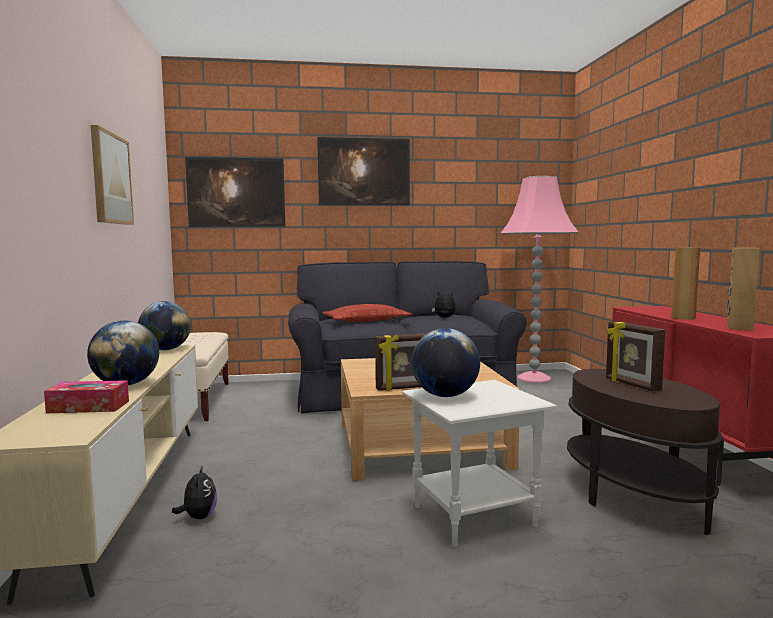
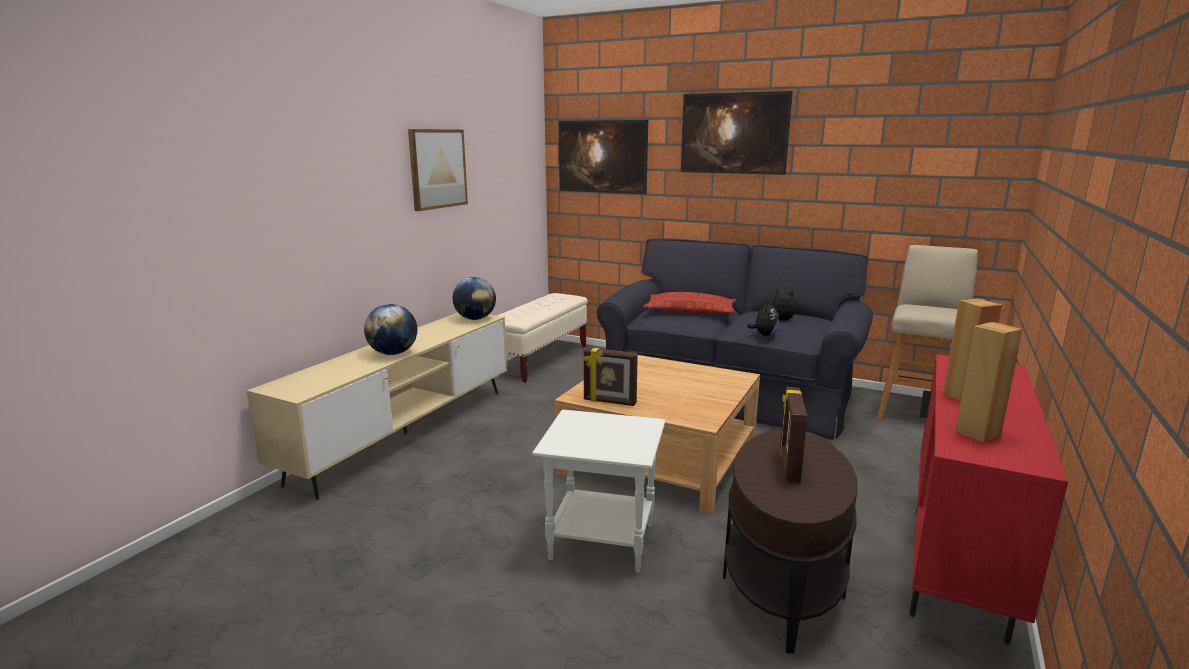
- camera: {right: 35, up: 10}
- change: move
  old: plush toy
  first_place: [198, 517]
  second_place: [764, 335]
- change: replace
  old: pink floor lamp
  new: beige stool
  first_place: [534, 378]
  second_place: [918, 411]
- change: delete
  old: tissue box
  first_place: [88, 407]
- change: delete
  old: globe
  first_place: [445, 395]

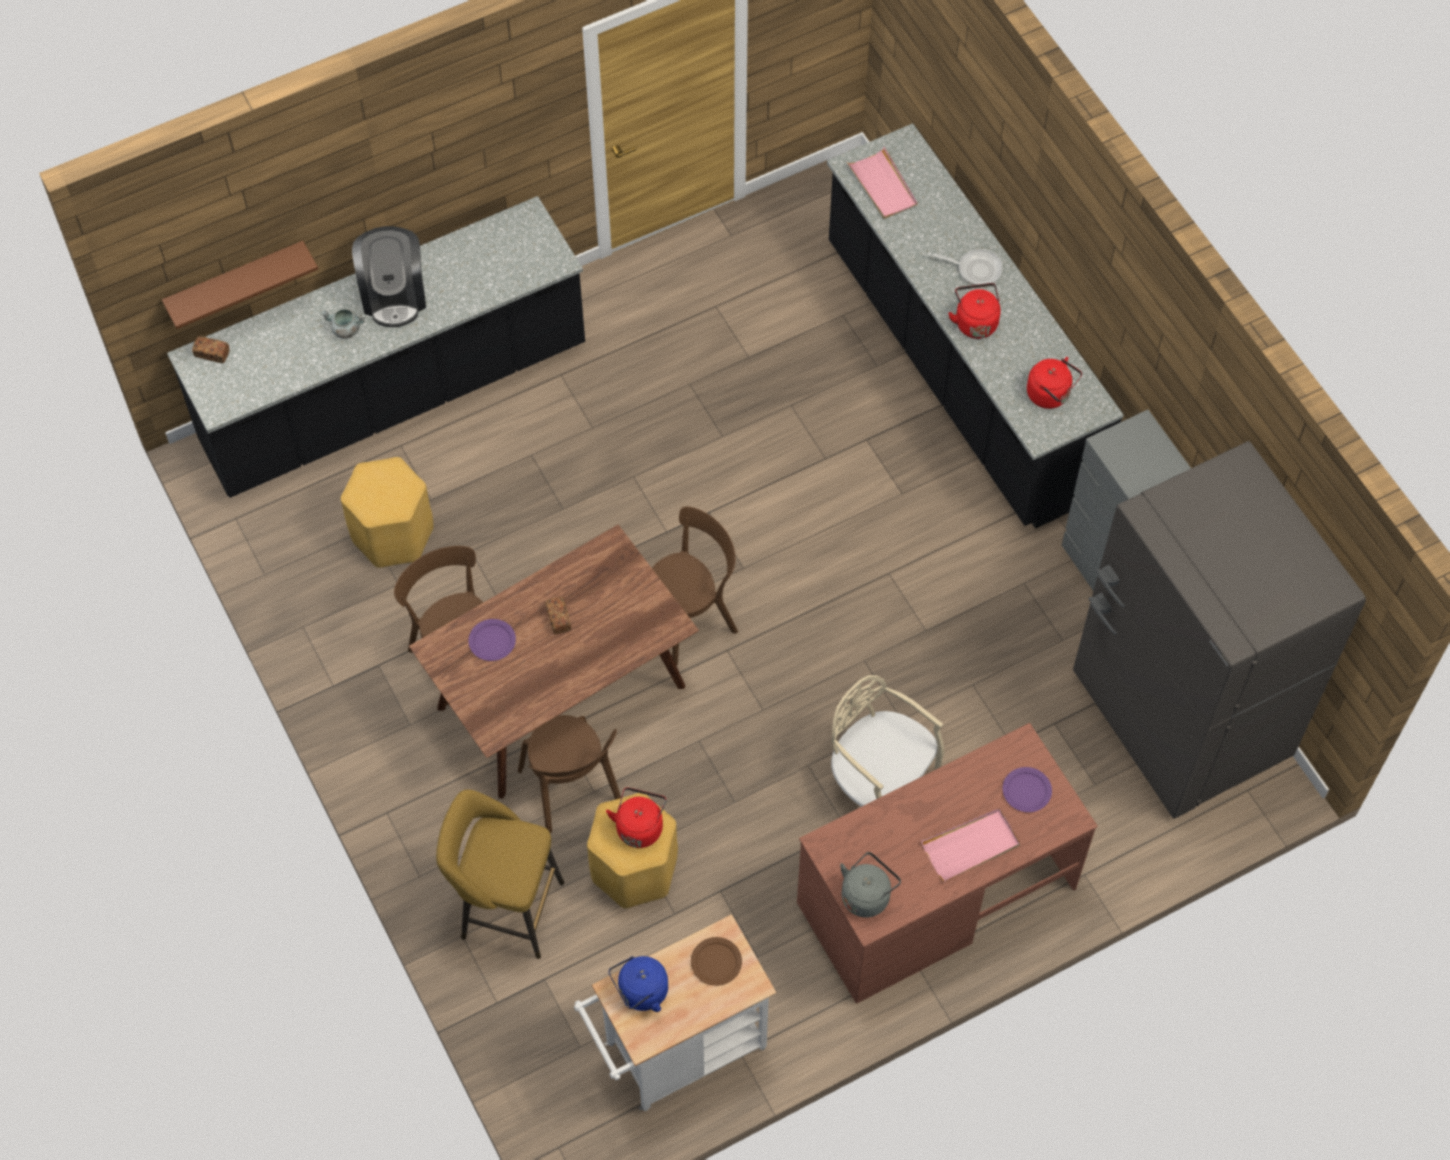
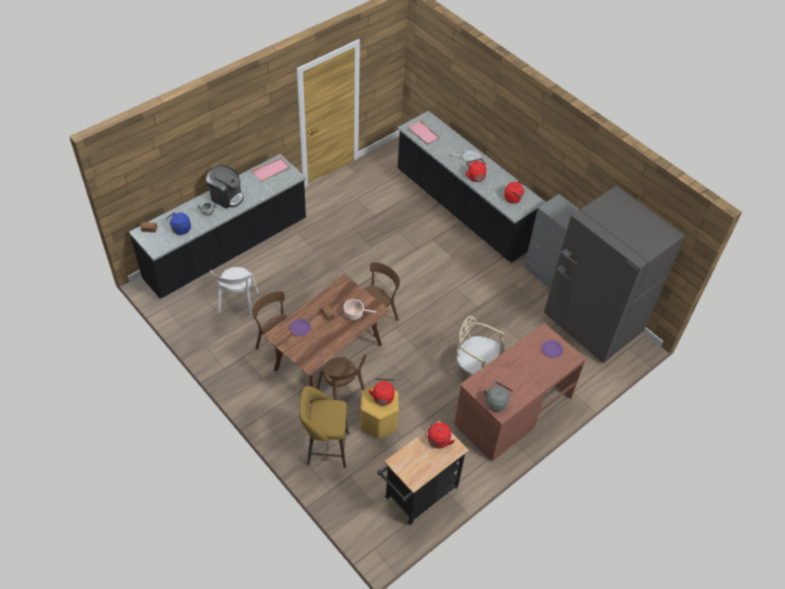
- camera: {right: -15, up: -10}
- change: move
  old: blue kettle
  first_place: [640, 993]
  second_place: [180, 230]
- change: rotate
  old: coffee machine
  first_place: [394, 295]
  second_place: [226, 197]
  degrees: -45
- change: replace
  old: yellow stool
  new: white chair
  first_place: [392, 534]
  second_place: [238, 303]
- change: move
  old: pink tray
  first_place: [971, 846]
  second_place: [271, 170]
- change: insert
  new: cooking pot
  second_place: [355, 314]
- change: recolor
  old: white cart
  new: black cart
  first_place: [676, 1051]
  second_place: [417, 496]
- change: replace
  old: brown plate
  new: red kettle
  first_place: [715, 962]
  second_place: [438, 441]
- change: delete
  old: brown shelf
  first_place: [236, 282]

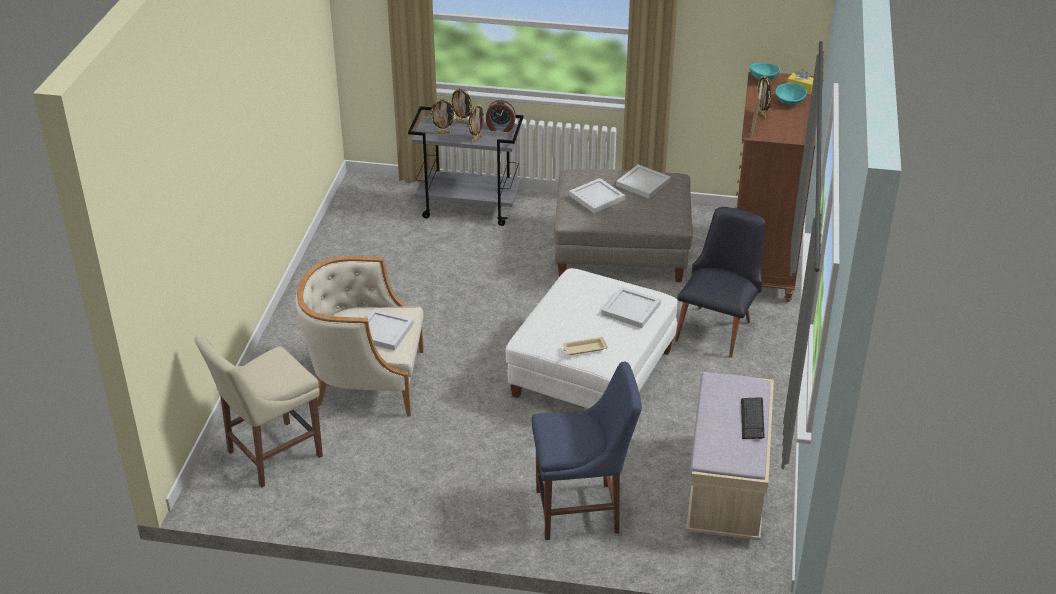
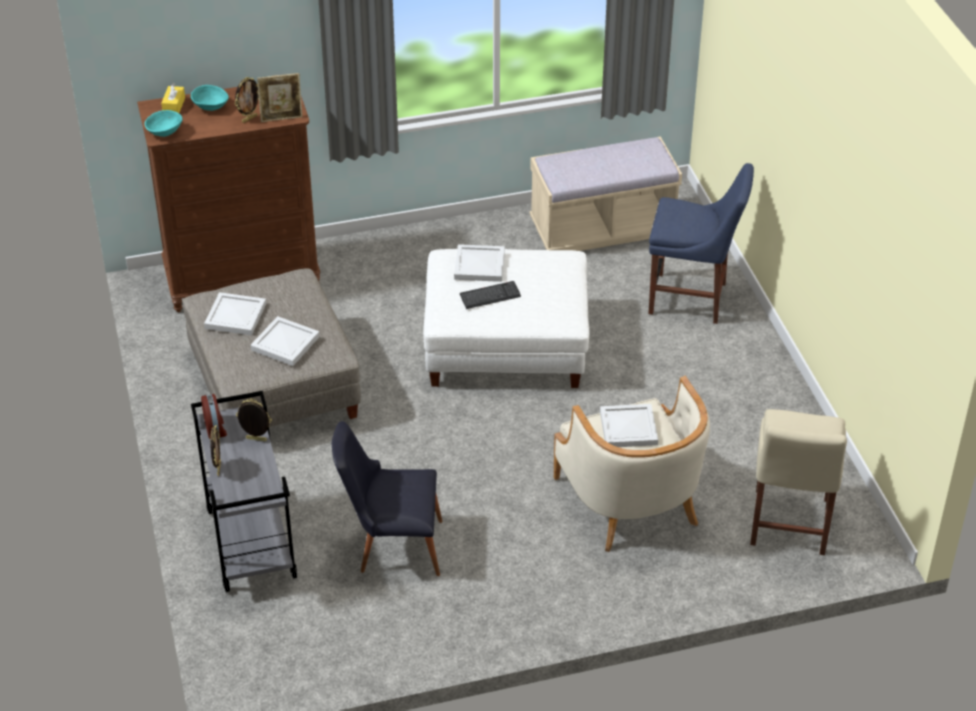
- camera: {right: -115, up: 5}
- change: move
  old: black chair
  first_place: [718, 327]
  second_place: [391, 545]
- change: move
  old: keyboard
  first_place: [752, 419]
  second_place: [490, 296]
- change: rotate
  old: blue chair
  first_place: [582, 511]
  second_place: [692, 299]
  degrees: 135
- change: rotate
  old: beige chair
  first_place: [270, 455]
  second_place: [788, 525]
  degrees: 75
- change: delete
  old: picture frame
  first_place: [443, 132]
- change: delete
  old: beige tray
  first_place: [584, 349]

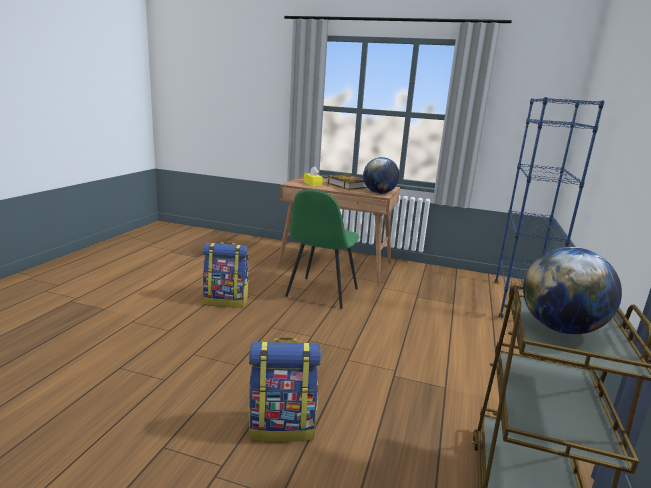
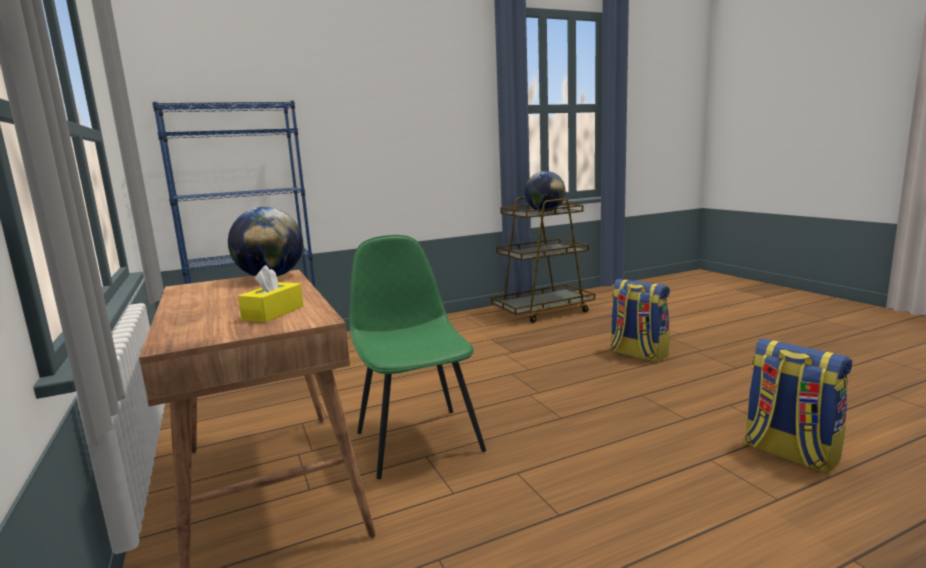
- camera: {right: -130, up: -5}
- change: rotate
  old: green chair
  first_place: [321, 293]
  second_place: [418, 440]
  degrees: -90
- change: move
  old: backpack
  first_place: [226, 301]
  second_place: [789, 453]
- change: delete
  old: book
  first_place: [347, 185]

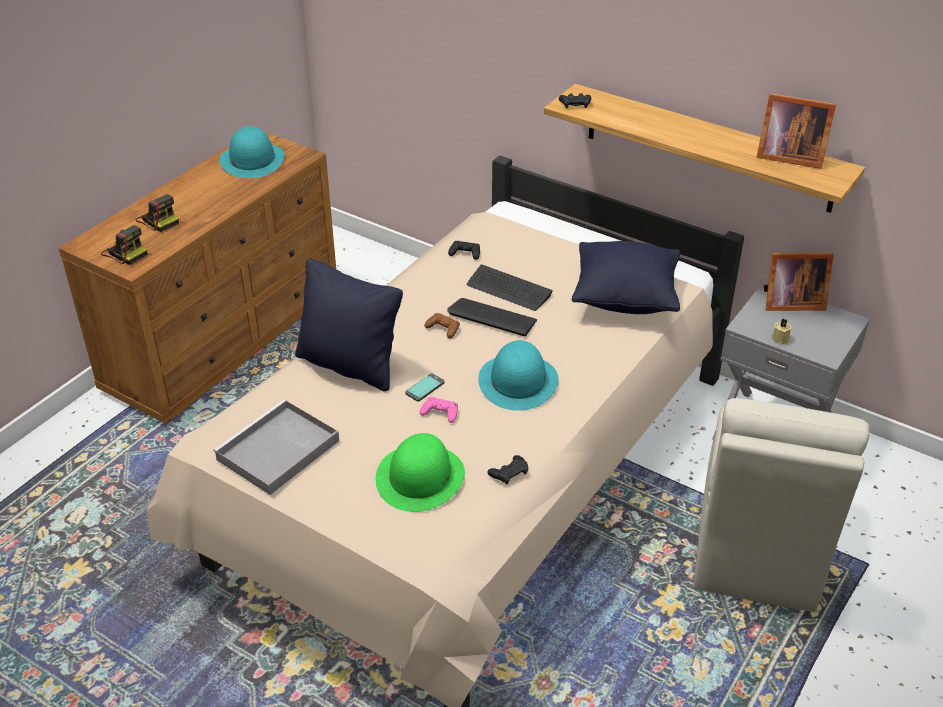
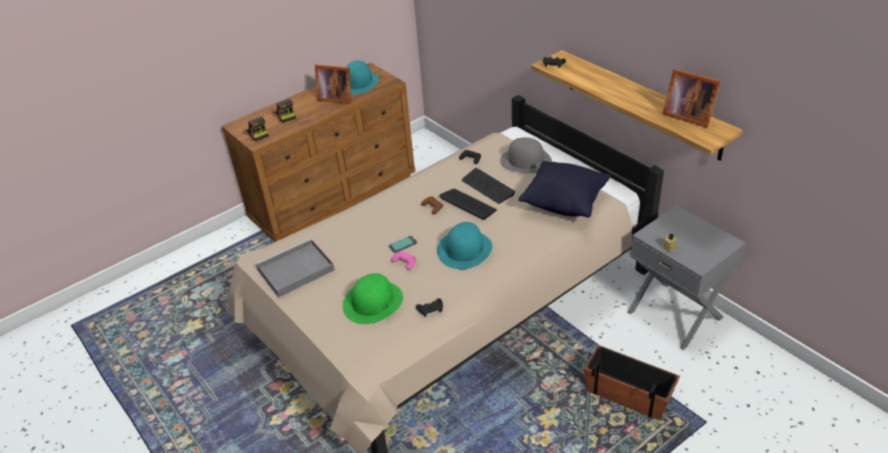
- camera: {right: 20, up: 0}
- change: move
  old: picture frame
  first_place: [790, 302]
  second_place: [335, 98]
- change: insert
  new: grey hat
  second_place: [525, 161]
- change: replace
  old: beige chair
  new: planter
  first_place: [757, 548]
  second_place: [627, 394]
- change: delete
  old: black pillow
  first_place: [349, 365]

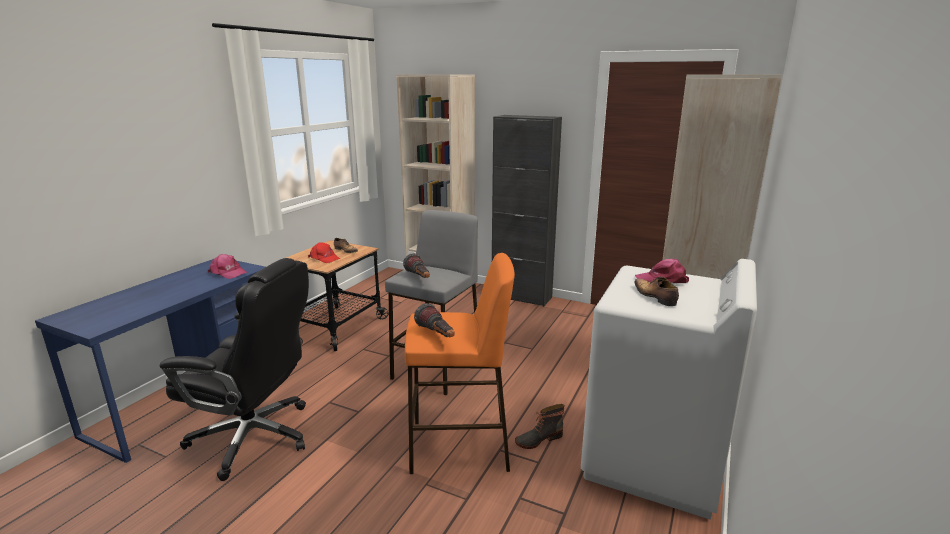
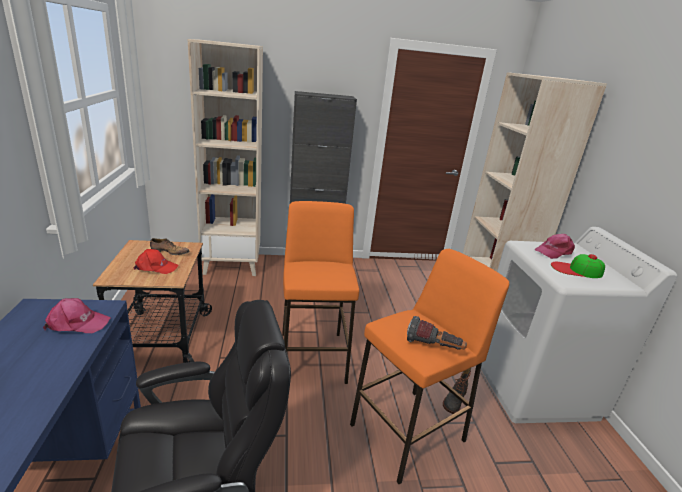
- camera: {right: -35, up: 5}
- change: recolor
  old: grey stool
  new: orange stool
  first_place: [437, 368]
  second_place: [312, 356]
- change: replace
  old: shoe
  new: cap
  first_place: [654, 296]
  second_place: [576, 270]
- change: delete
  old: flashlight
  first_place: [419, 278]

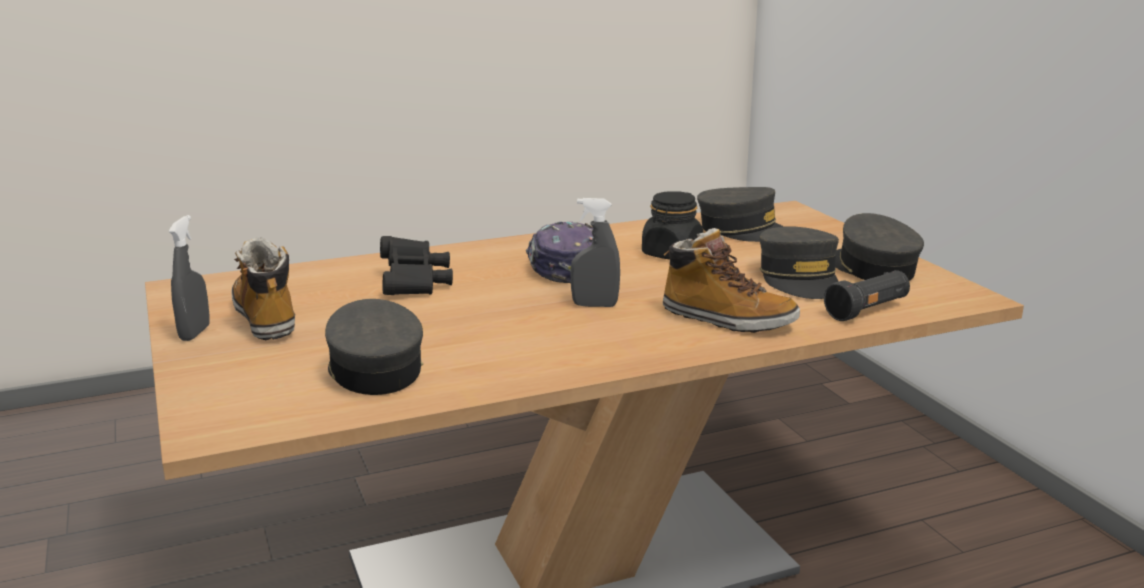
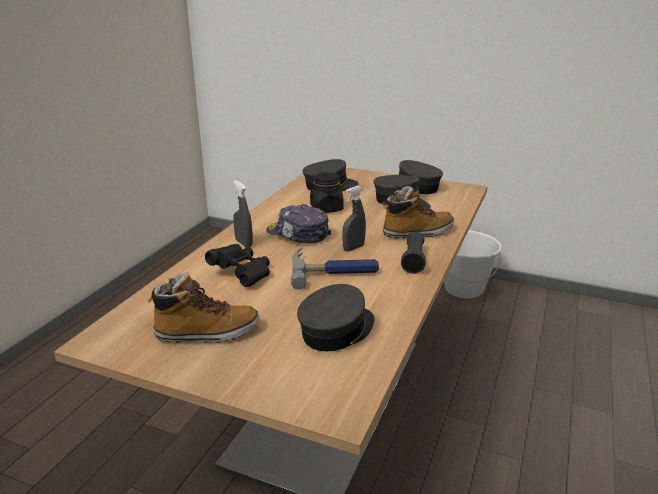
- camera: {right: -45, up: 5}
- change: rotate
  old: boot
  first_place: [266, 318]
  second_place: [207, 333]
  degrees: 150
- change: move
  old: grey spray bottle
  first_place: [194, 333]
  second_place: [244, 243]
- change: insert
  new: hammer
  second_place: [334, 271]
- change: rotate
  old: grey cap
  first_place: [374, 369]
  second_place: [337, 330]
  degrees: 105
- change: move
  old: black flashlight
  first_place: [867, 310]
  second_place: [413, 260]
- change: insert
  new: white bucket
  second_place: [463, 289]

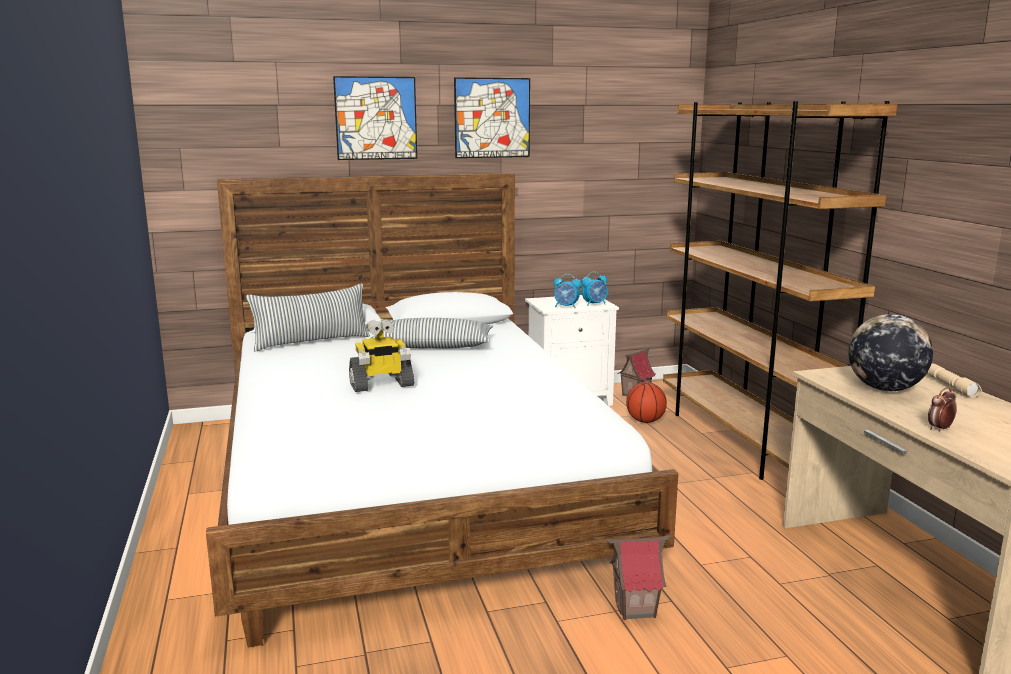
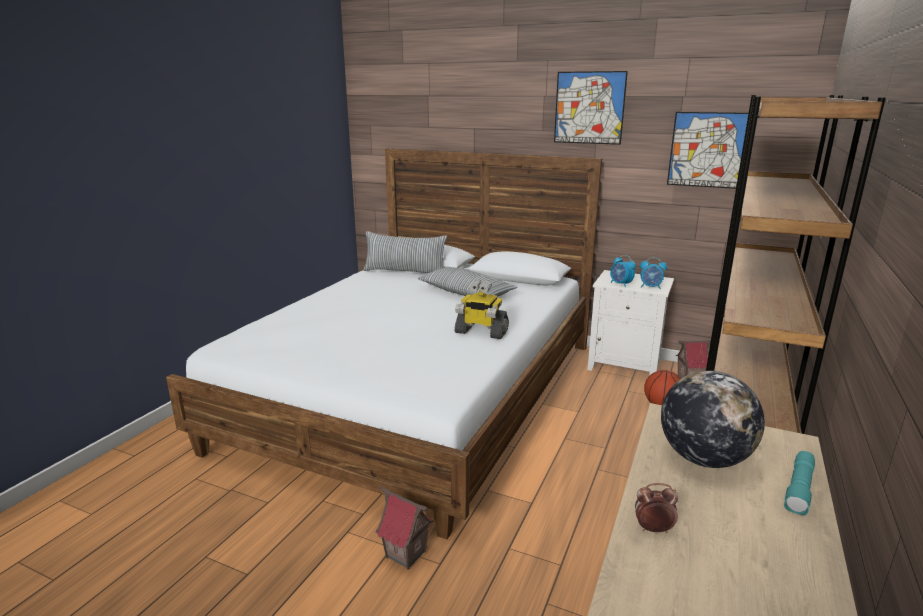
- camera: {right: 40, up: 5}
- change: move
  old: toy robot
  first_place: [381, 385]
  second_place: [480, 332]
- change: move
  old: picture
  first_place: [376, 118]
  second_place: [709, 150]
- change: recolor
  old: beige flashlight
  new: turquoise flashlight
  first_place: [951, 387]
  second_place: [800, 490]

